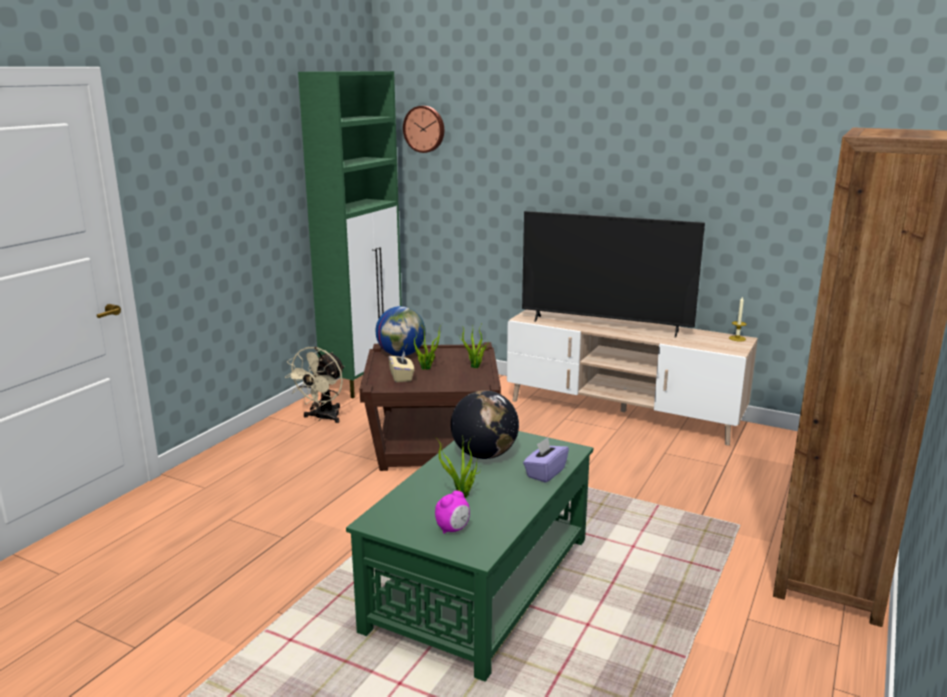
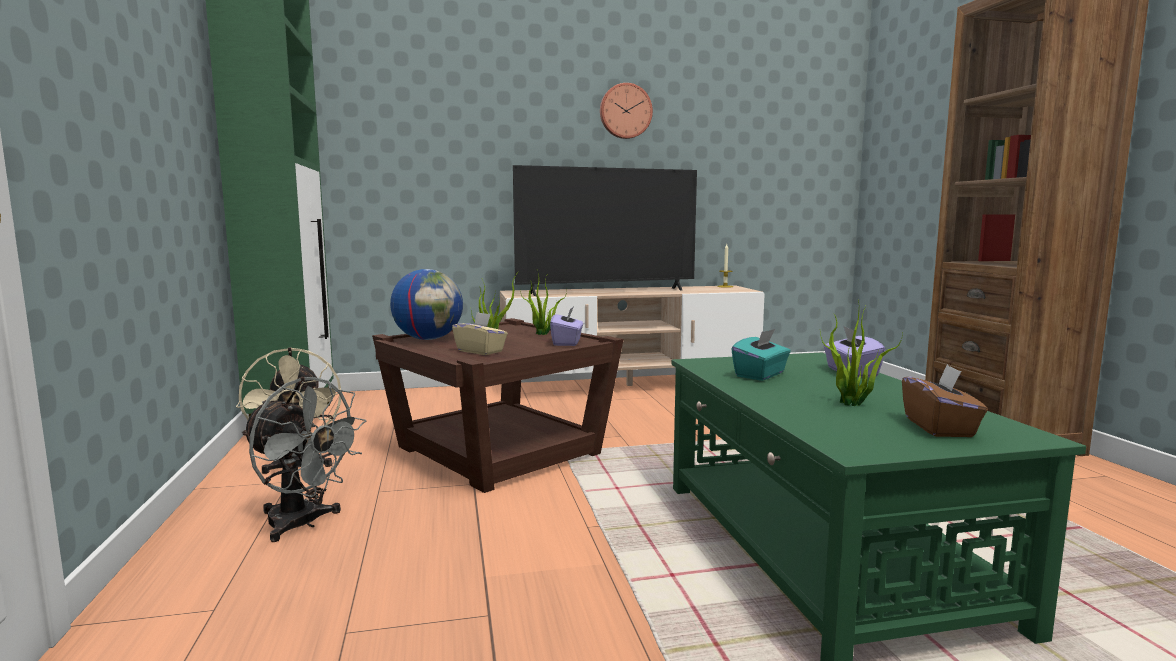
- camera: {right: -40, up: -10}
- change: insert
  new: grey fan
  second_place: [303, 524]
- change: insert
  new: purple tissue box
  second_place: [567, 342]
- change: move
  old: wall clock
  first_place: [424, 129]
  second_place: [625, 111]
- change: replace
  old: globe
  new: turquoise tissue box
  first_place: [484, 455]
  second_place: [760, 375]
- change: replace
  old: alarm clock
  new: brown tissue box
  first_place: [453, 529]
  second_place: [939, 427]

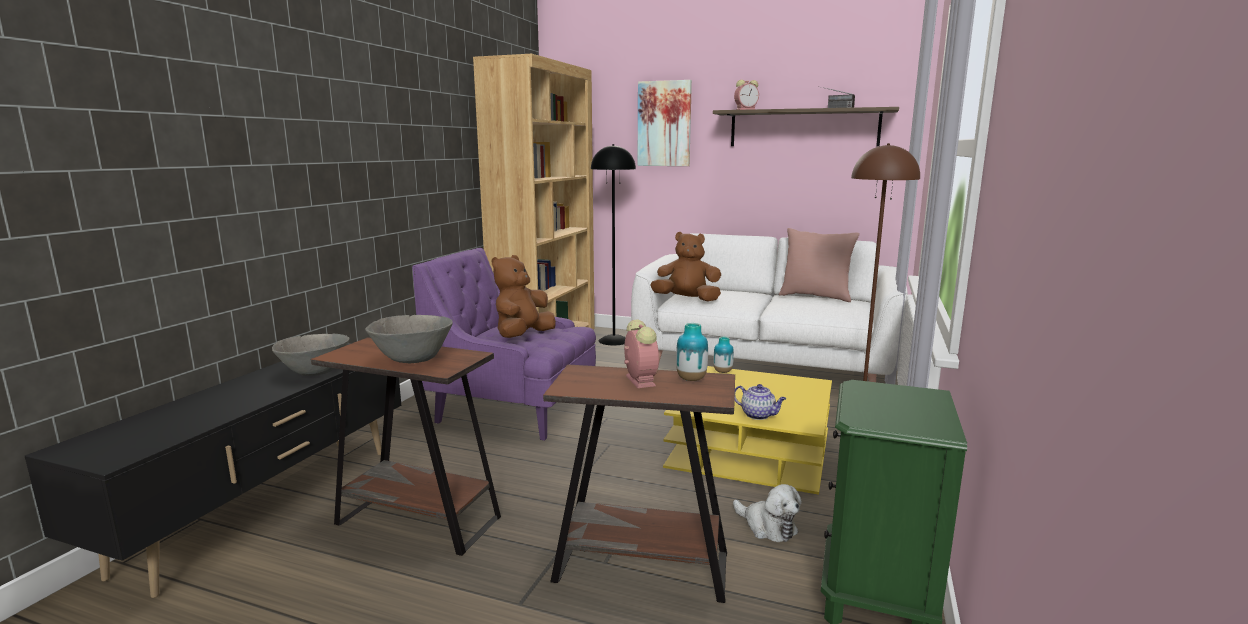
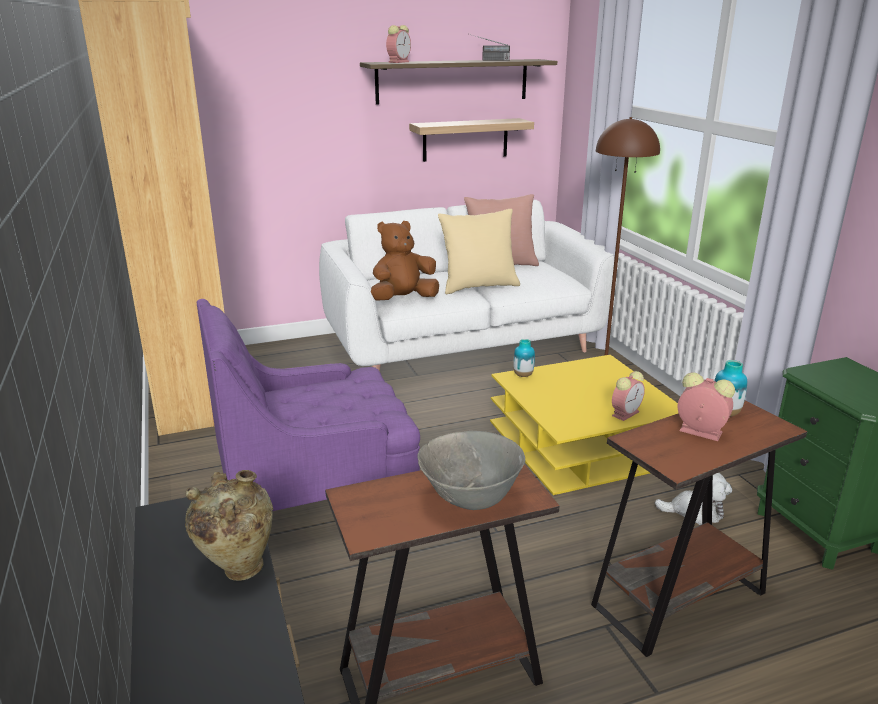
- camera: {right: -40, up: 10}
- change: replace
  old: grey bowl
  new: beige vase
  first_place: [315, 373]
  second_place: [237, 568]
- change: insert
  new: shelf
  second_place: [465, 139]
- change: insert
  new: beige pillow
  second_place: [478, 286]
- change: replace
  old: teapot
  new: alarm clock
  first_place: [758, 415]
  second_place: [626, 413]
- change: delete
  old: brown plush toy
  first_place: [523, 336]
- change: delete
  old: black floor lamp
  first_place: [613, 340]
- change: delete
  old: picture
  first_place: [664, 124]

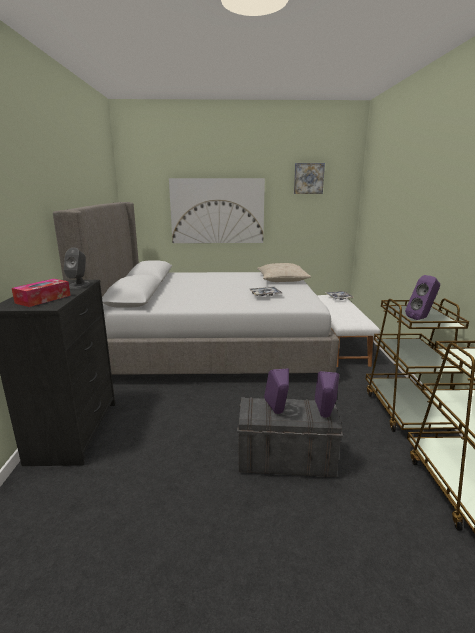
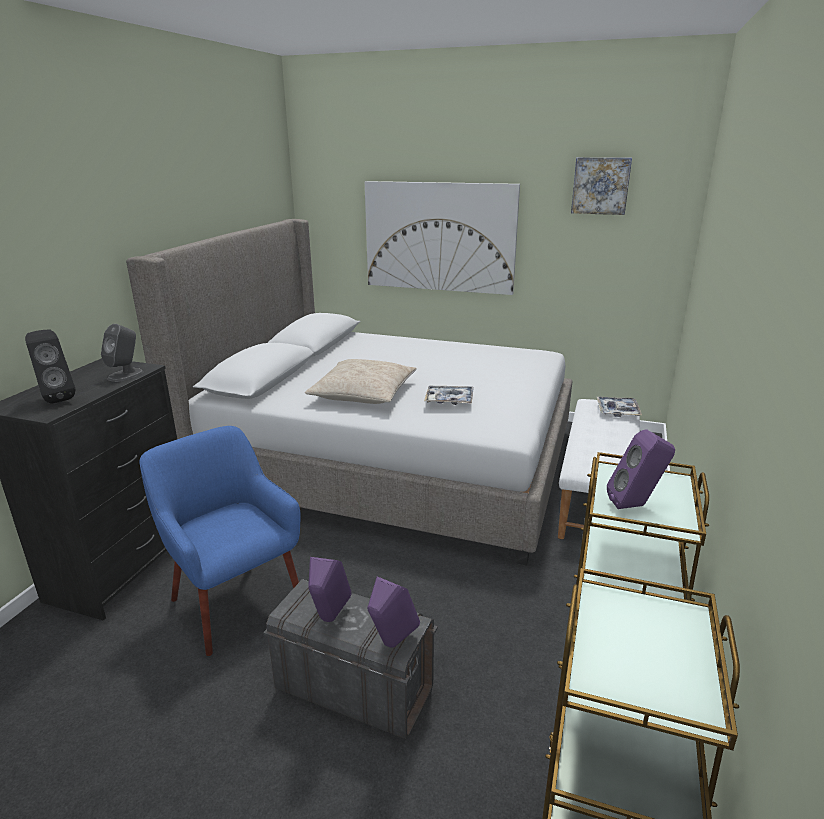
- camera: {right: 20, up: 5}
- change: replace
  old: tissue box
  new: black speaker
  first_place: [43, 299]
  second_place: [56, 398]
- change: insert
  new: blue armchair
  second_place: [235, 601]
- change: move
  old: beige pillow
  first_place: [282, 279]
  second_place: [363, 393]

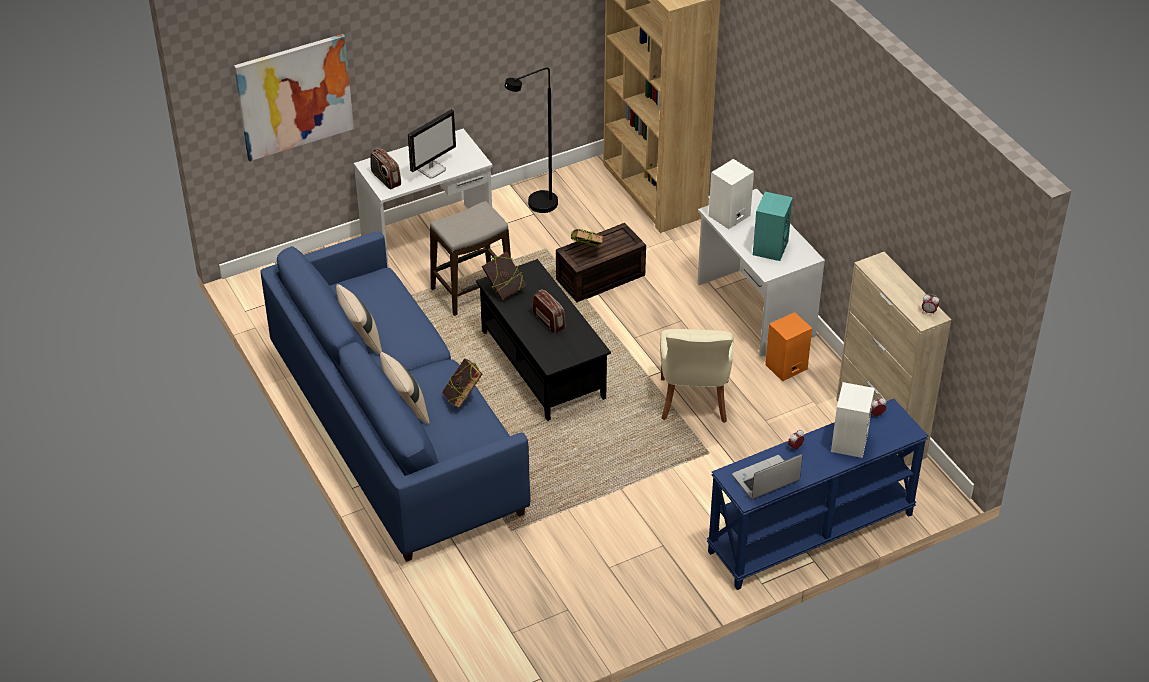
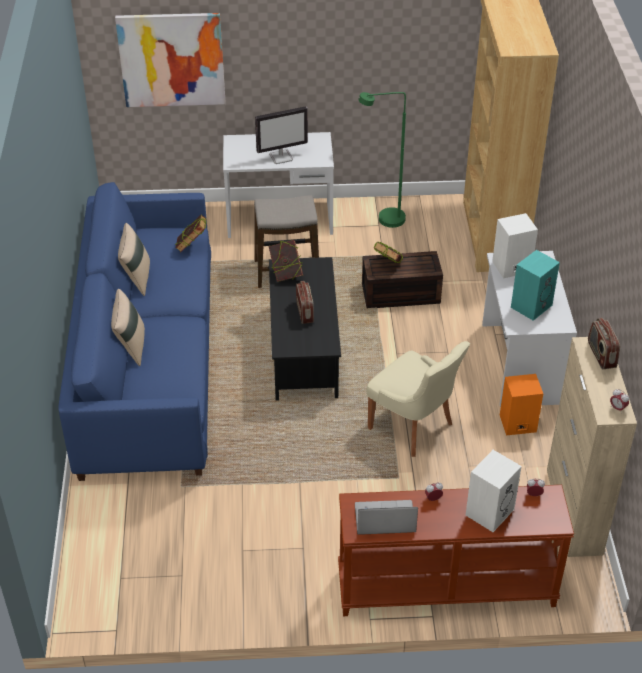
- camera: {right: 25, up: 0}
- change: move
  old: book
  first_place: [462, 398]
  second_place: [192, 247]
- change: recolor
  old: blue console table
  new: brown console table
  first_place: [811, 534]
  second_place: [445, 589]
- change: recolor
  old: black floor lamp
  new: green floor lamp
  first_place: [536, 207]
  second_place: [384, 220]
- change: rotate
  old: beige chair
  first_place: [694, 402]
  second_place: [413, 427]
  degrees: -75
- change: move
  old: radio
  first_place: [386, 179]
  second_place: [601, 355]

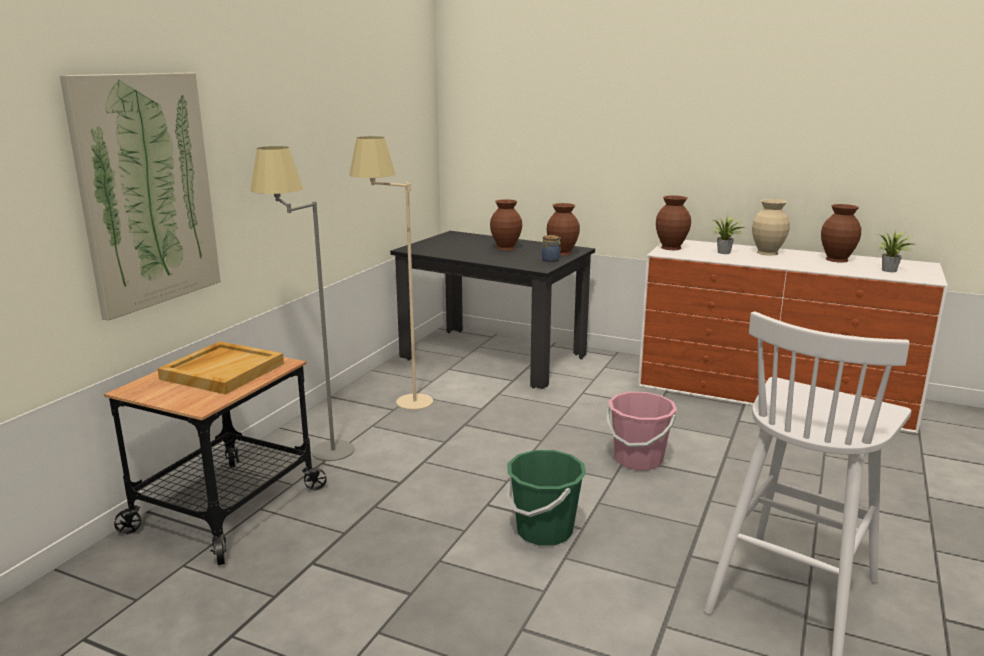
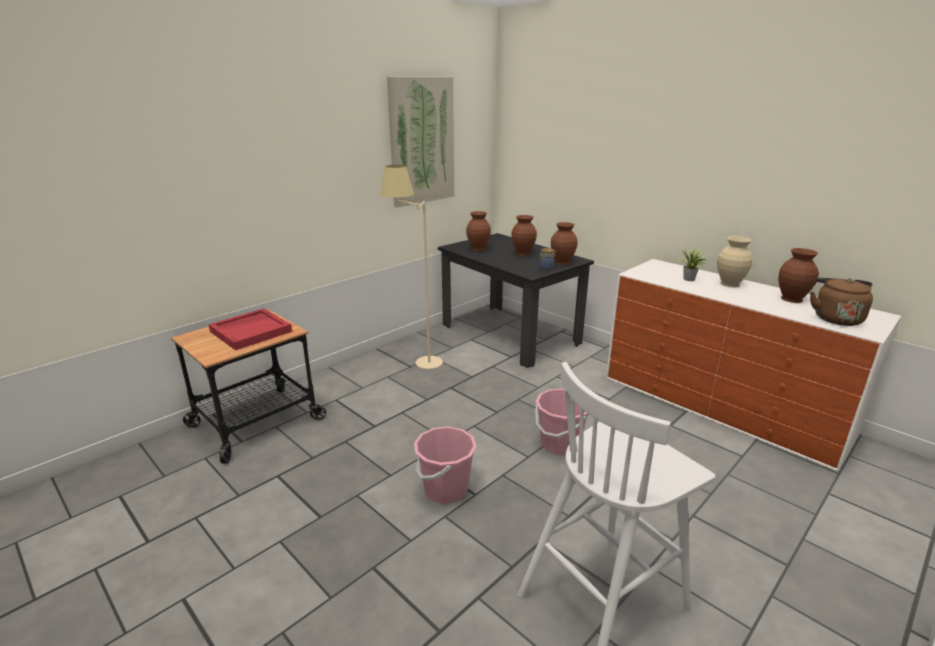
- camera: {right: 20, up: 5}
- change: recolor
  old: beige tray
  new: red tray
  first_place: [223, 371]
  second_place: [251, 331]
- change: move
  old: picture
  first_place: [147, 191]
  second_place: [422, 141]
- change: recolor
  old: green bucket
  new: pink bucket
  first_place: [544, 531]
  second_place: [445, 489]
- change: move
  old: brown vase
  first_place: [670, 247]
  second_place: [478, 248]
- change: replace
  old: potted plant
  new: brown kettle
  first_place: [890, 271]
  second_place: [835, 318]
- change: delete
  old: grey floor lamp
  first_place: [314, 449]

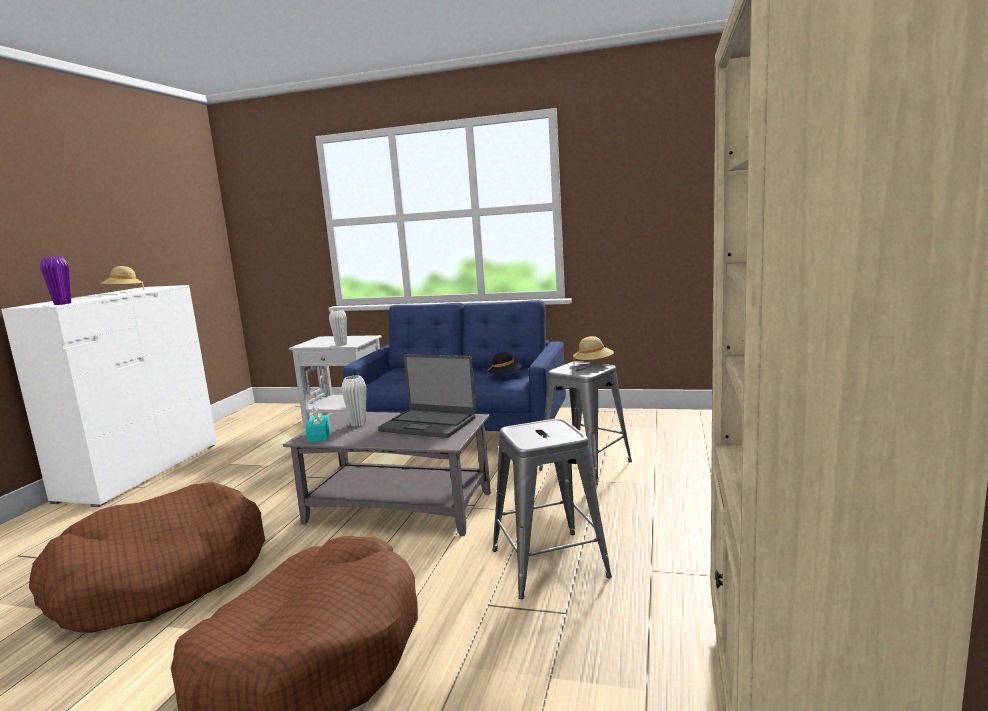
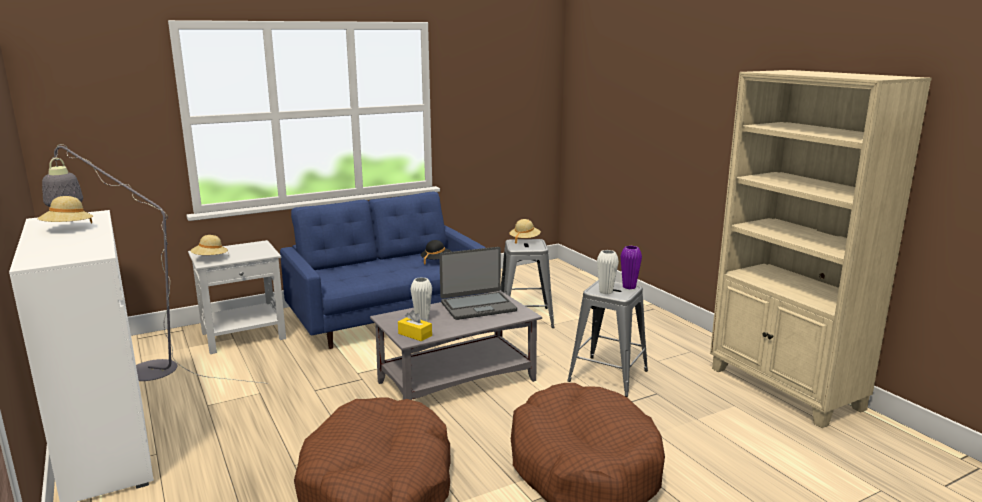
- camera: {right: -45, up: 5}
- change: insert
  new: grey floor lamp
  second_place: [140, 369]
- change: insert
  new: beige hat
  second_place: [210, 258]
- change: recolor
  old: turquoise tissue box
  new: yellow tissue box
  first_place: [319, 435]
  second_place: [415, 334]
- change: move
  old: white vase
  first_place: [341, 344]
  second_place: [606, 292]
- change: move
  old: purple vase
  first_place: [62, 303]
  second_place: [629, 287]

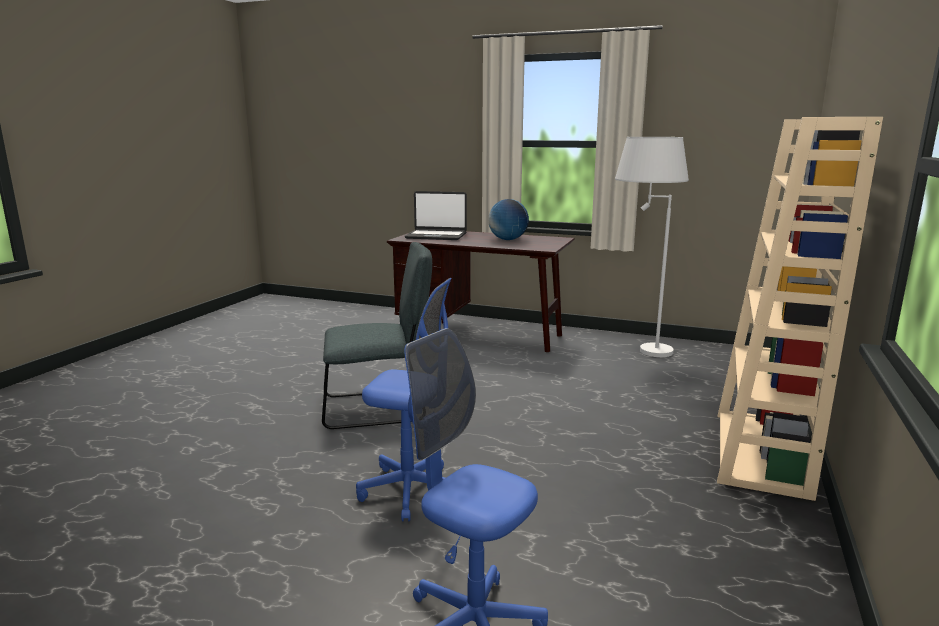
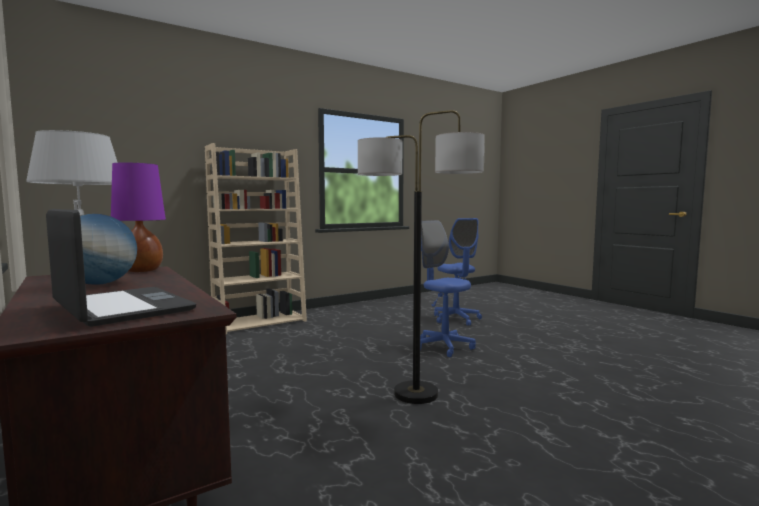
- camera: {right: -145, up: -10}
- change: insert
  new: purple table lamp
  second_place: [142, 270]
- change: replace
  old: grey chair
  new: floor lamp
  first_place: [379, 408]
  second_place: [415, 394]

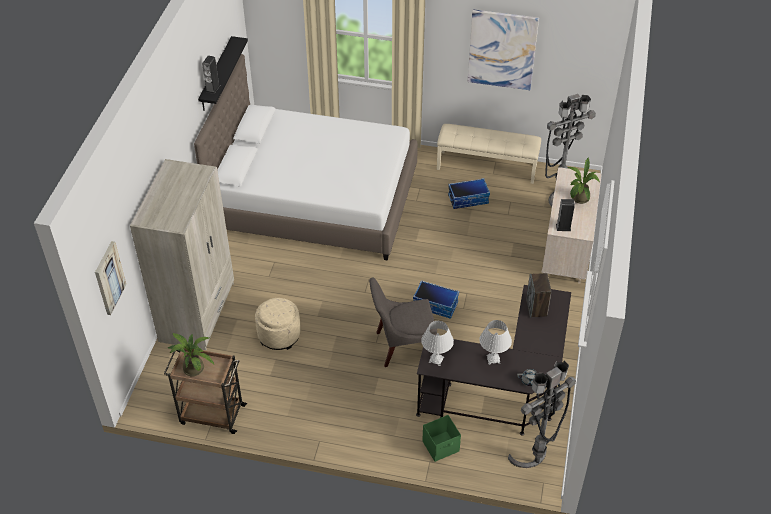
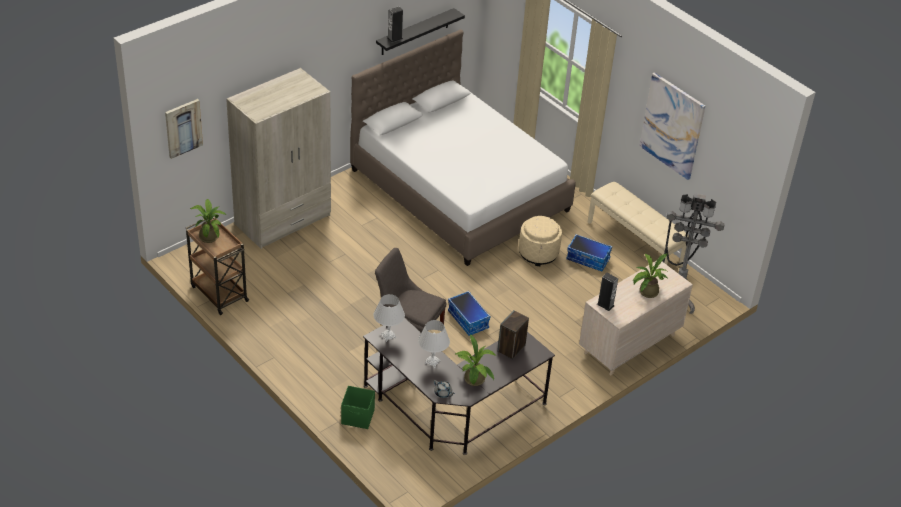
- camera: {right: 35, up: -5}
- change: insert
  new: potted plant
  second_place: [474, 381]
- change: move
  old: beige ottoman
  first_place: [279, 335]
  second_place: [538, 253]
- change: delete
  old: grey floor lamp
  first_place: [534, 460]

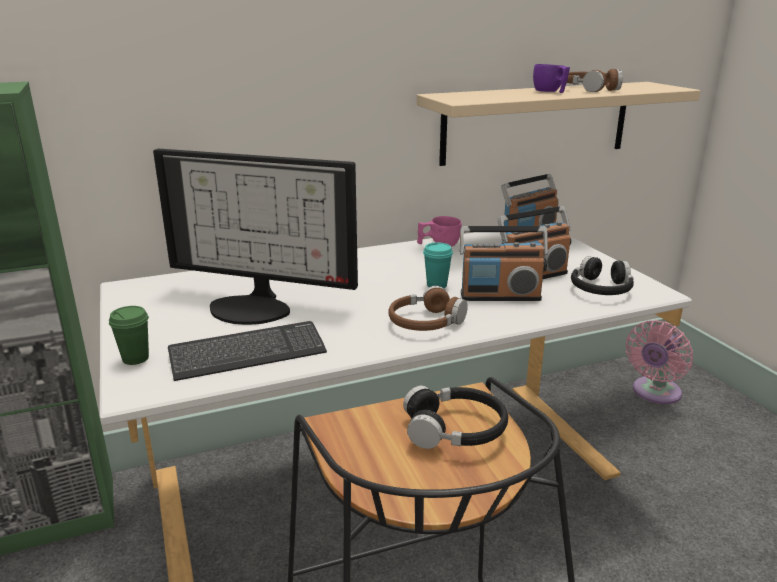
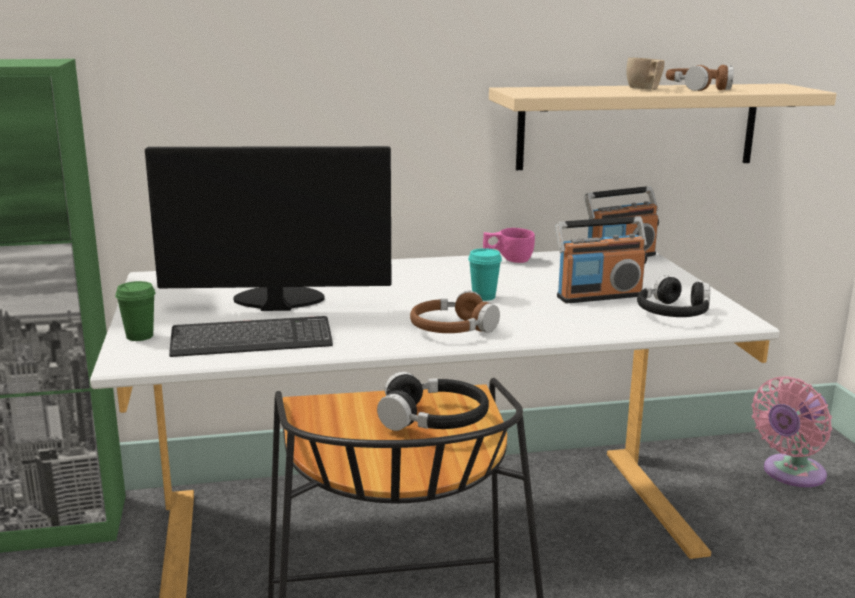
- camera: {right: 10, up: -5}
- change: rotate
  old: monitor
  first_place: [254, 306]
  second_place: [276, 302]
  degrees: 150
- change: recolor
  old: purple cup
  new: beige cup
  first_place: [550, 92]
  second_place: [645, 89]
- change: delete
  old: radio
  first_place: [500, 296]

